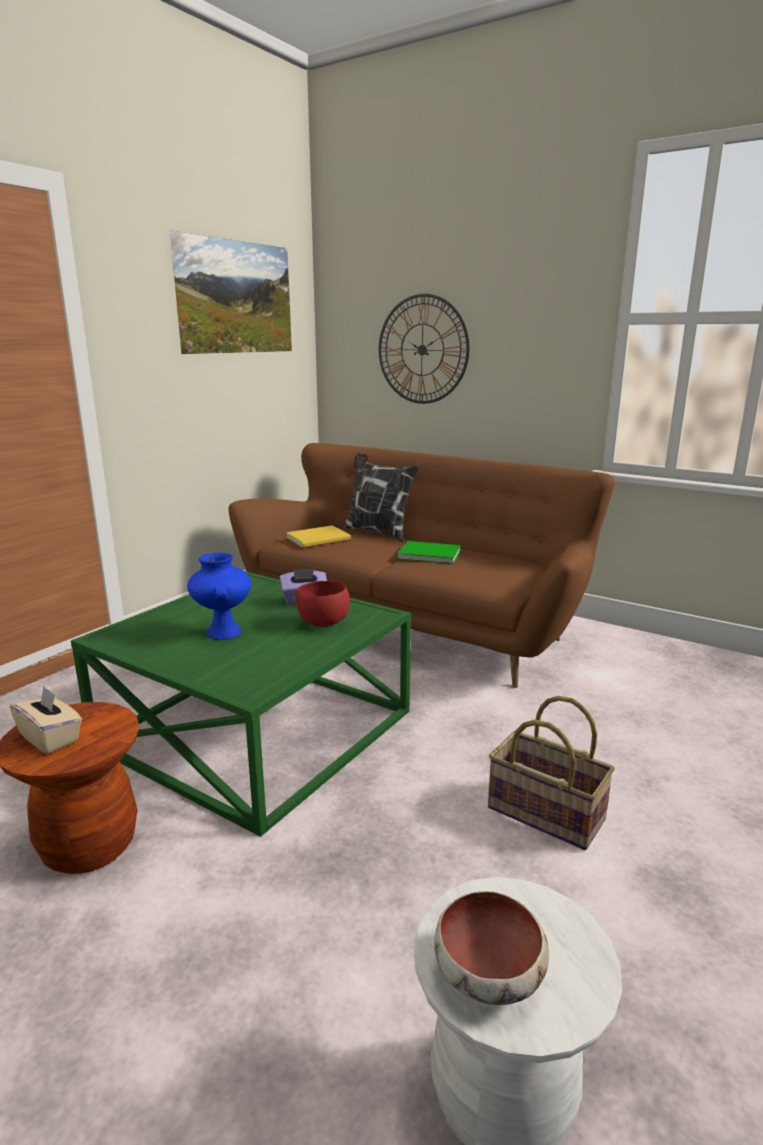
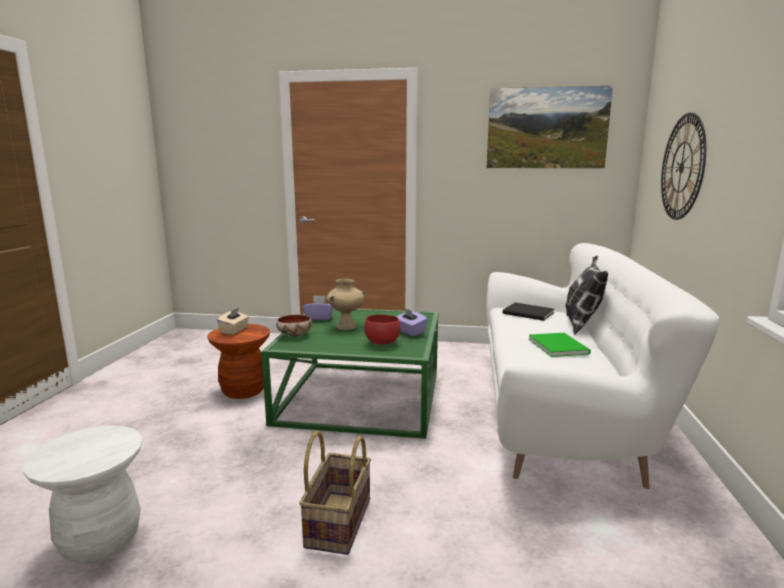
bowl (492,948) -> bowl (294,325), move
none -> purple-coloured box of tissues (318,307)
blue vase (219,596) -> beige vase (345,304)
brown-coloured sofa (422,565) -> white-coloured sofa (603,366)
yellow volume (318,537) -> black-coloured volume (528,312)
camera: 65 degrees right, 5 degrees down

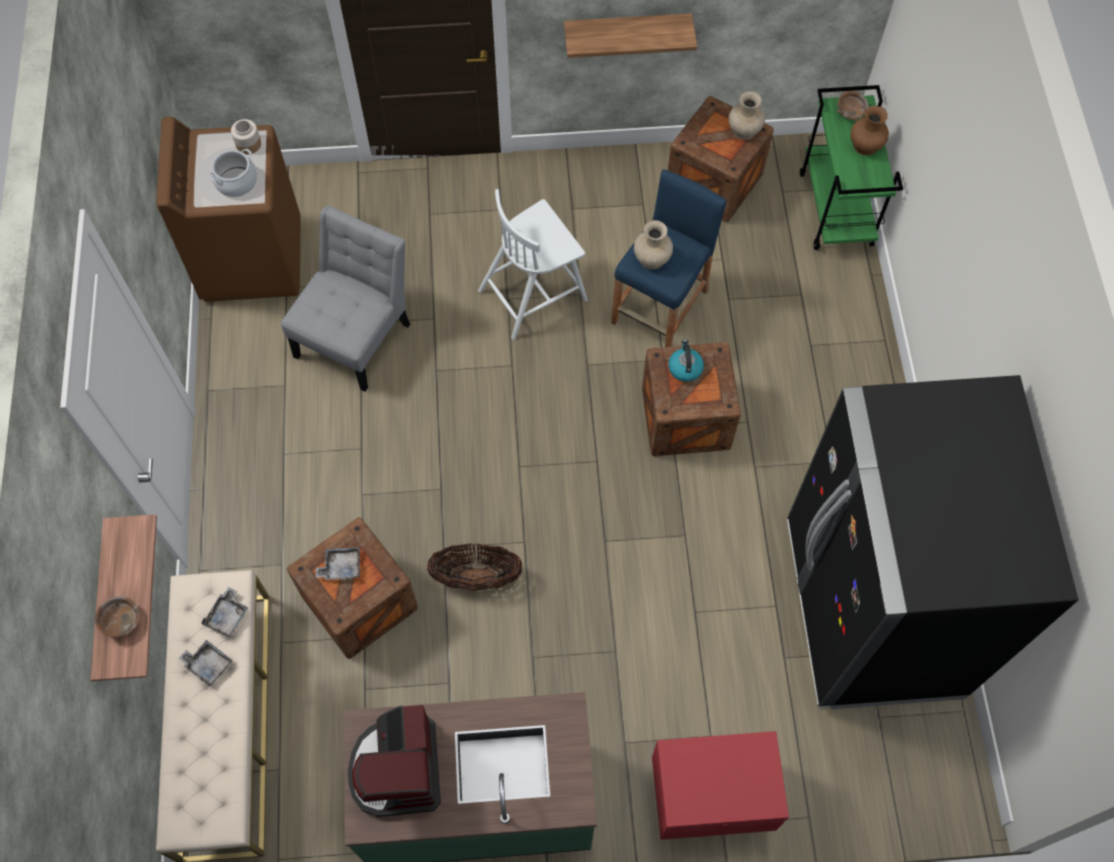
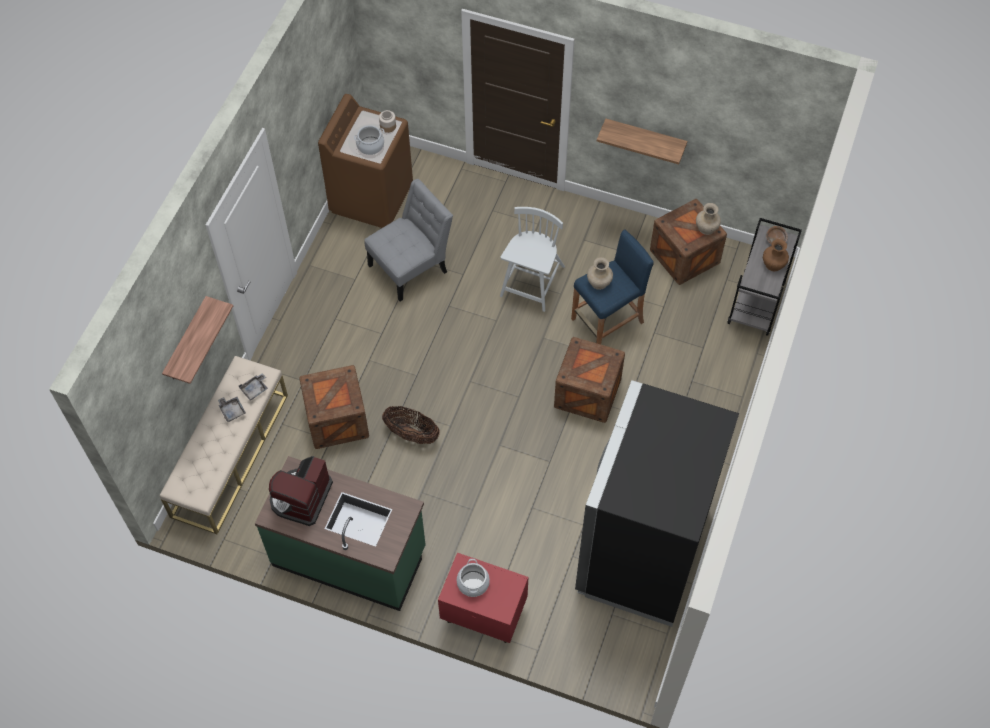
none -> saucepot (473,578)
white-coloured upright chair (532,264) -> white-coloured upright chair (532,259), 120 degrees clockwise
green cart (851,167) -> greyish cart (764,277)
brown-coloured bowl (117,617) -> none
greyish serving tray (338,563) -> none
tea kettle (686,360) -> none
camera: 25 degrees right, 5 degrees down

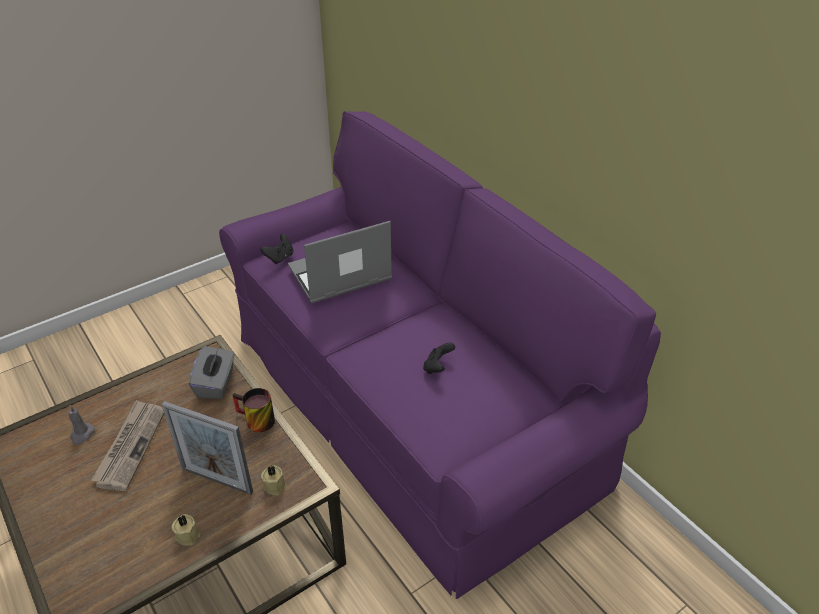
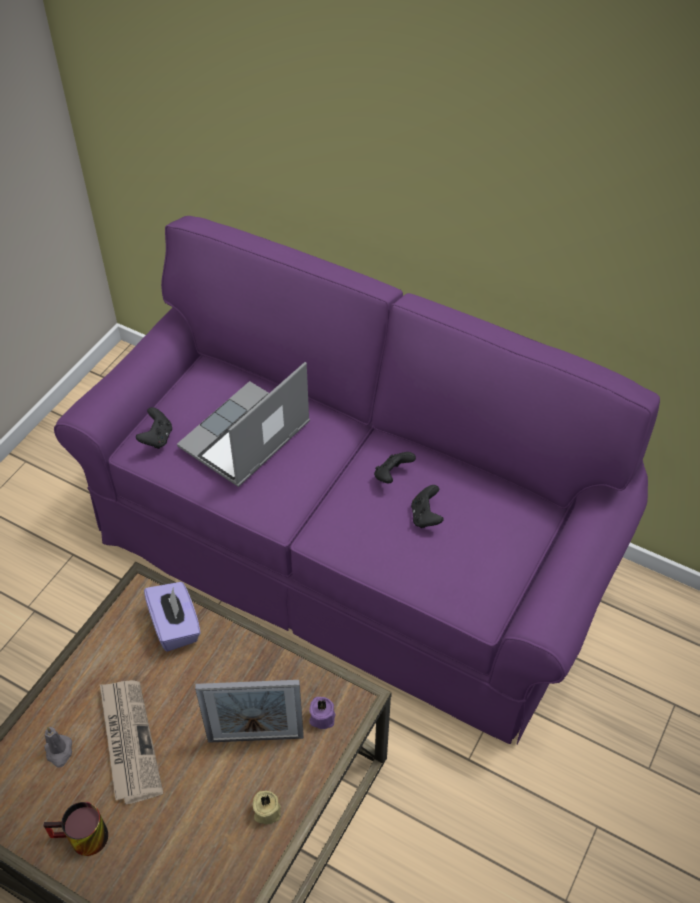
mug (254,410) -> mug (75,829), move
greyish box of tissues (212,372) -> purple-coloured box of tissues (172,616)
beige candle (274,480) -> purple-coloured candle (322,713)
none -> black-coloured gamepad (395,467)
camera: 25 degrees left, 10 degrees up

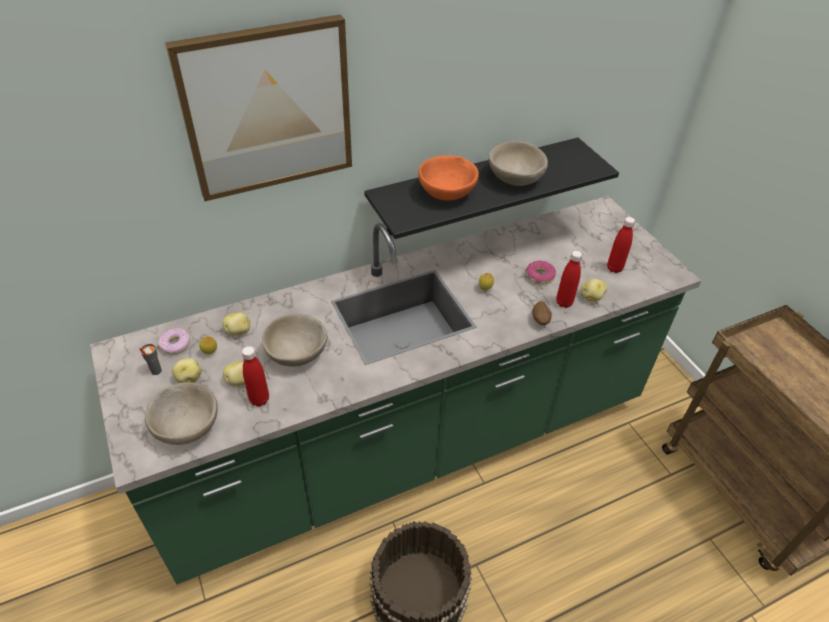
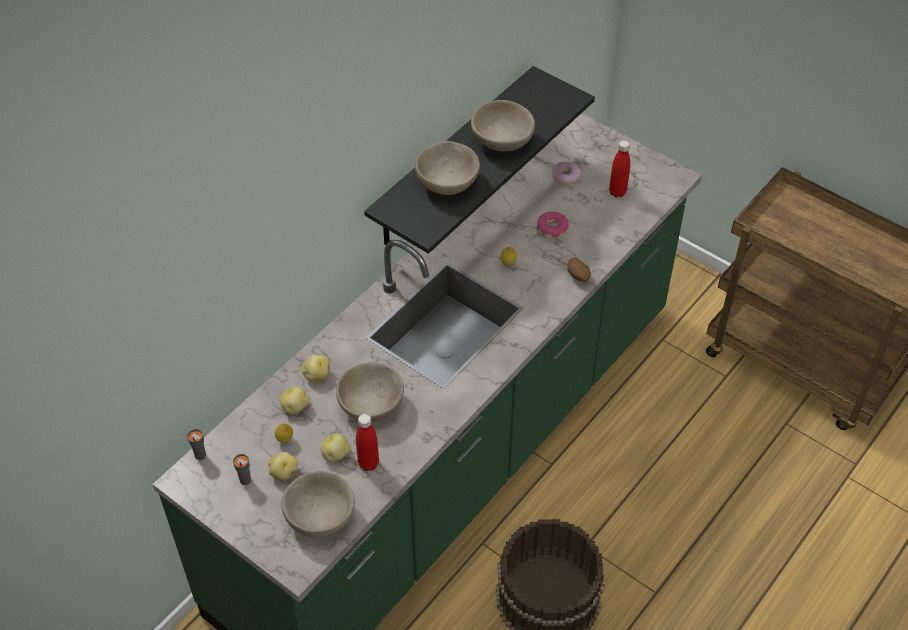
none -> greyish cup (196,444)
potato (594,289) -> potato (316,368), move
orange bowl (448,178) -> beige bowl (447,168)
doughnut (174,341) -> doughnut (566,173), move
wall art (258,107) -> none
red-coloured bottle (569,279) -> none
camera: 25 degrees left, 5 degrees up

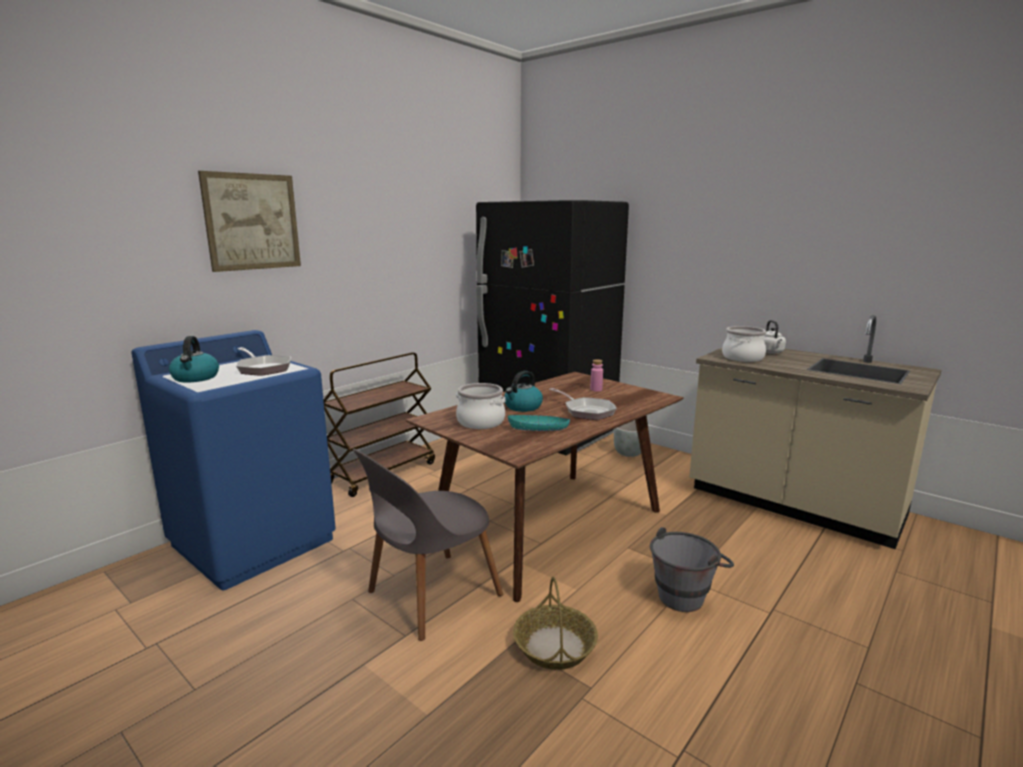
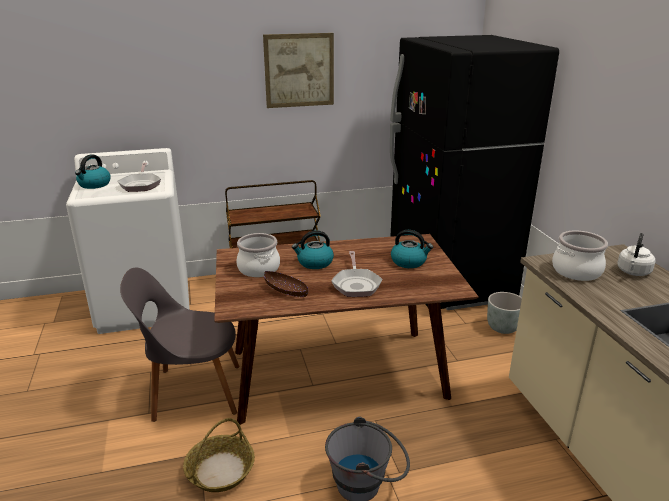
blue laundry appliance (233,460) -> white-coloured laundry appliance (128,241)
wall art (249,221) -> wall art (298,70), move
turquoise-coloured bowl (539,423) -> brown-coloured bowl (286,284)
pink-coloured bottle (597,375) -> tea kettle (412,249)
camera: 35 degrees right, 10 degrees up

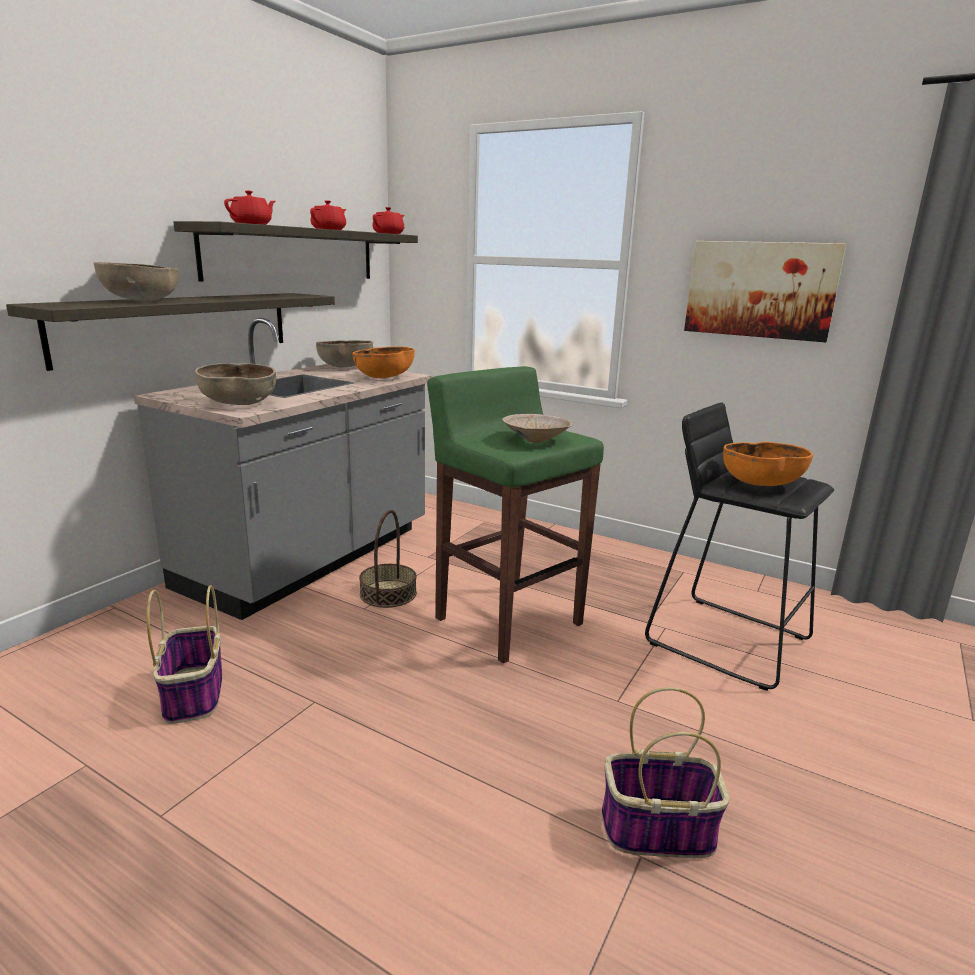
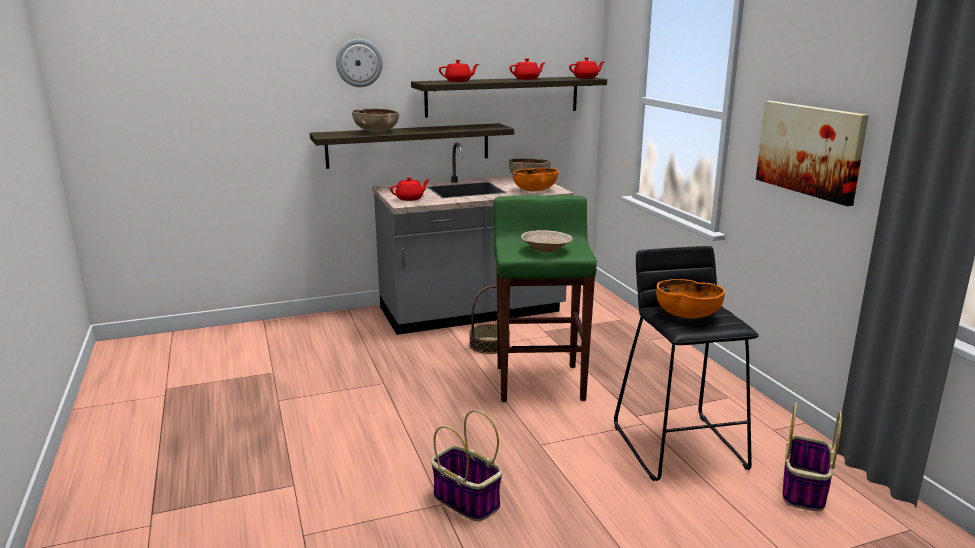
none -> hanging clock (359,63)
brown-coloured bowl (235,384) -> red-coloured pot for tea (410,189)
storage basket (184,654) -> storage basket (812,456), move
camera: 40 degrees right, 0 degrees up

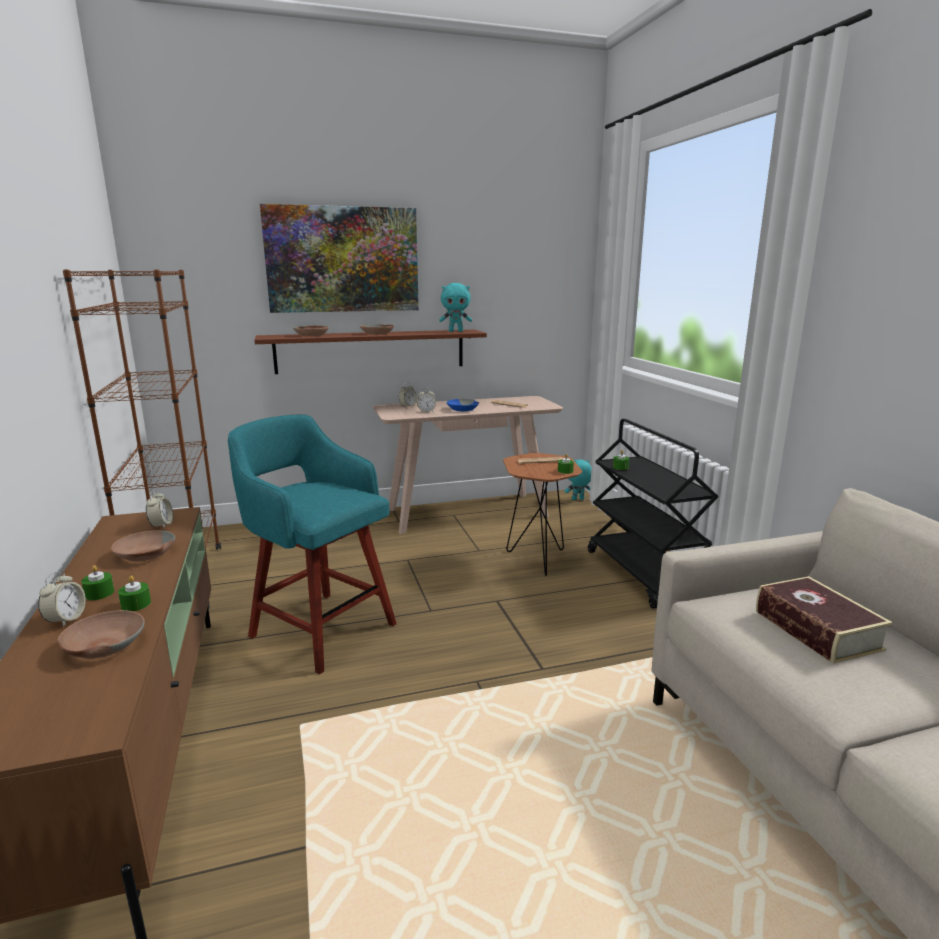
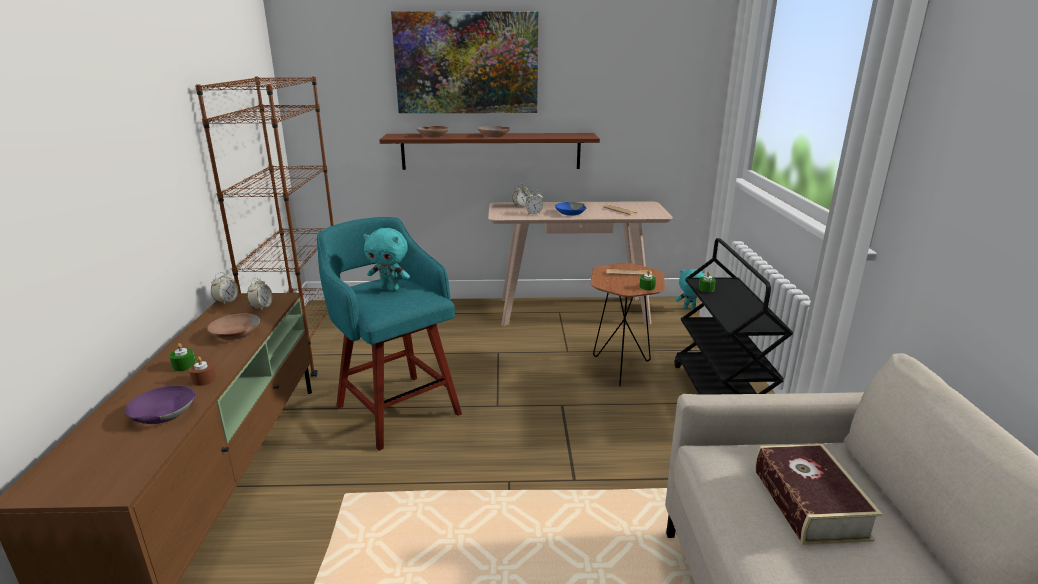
brown-coloured bowl (101,634) -> purple-coloured bowl (160,404)
green candle (134,593) -> brown-coloured candle (202,371)
bedside clock (62,599) -> bedside clock (225,288), move
turquoise-coloured plush toy (455,307) -> turquoise-coloured plush toy (386,259), move
camera: 15 degrees right, 5 degrees up

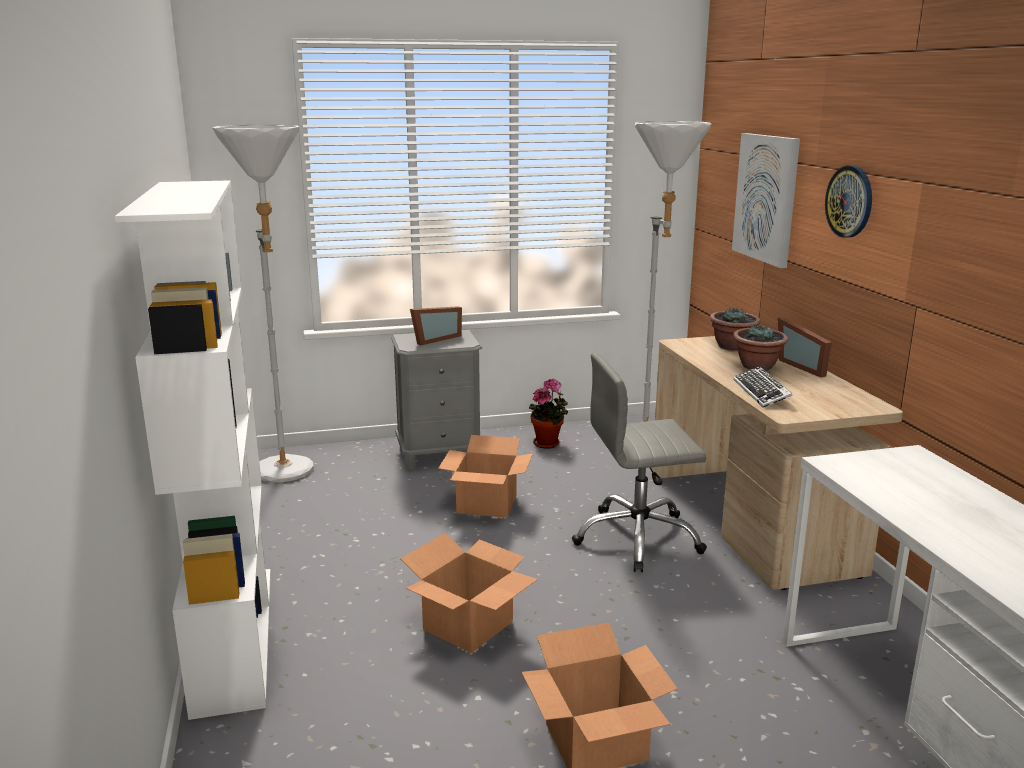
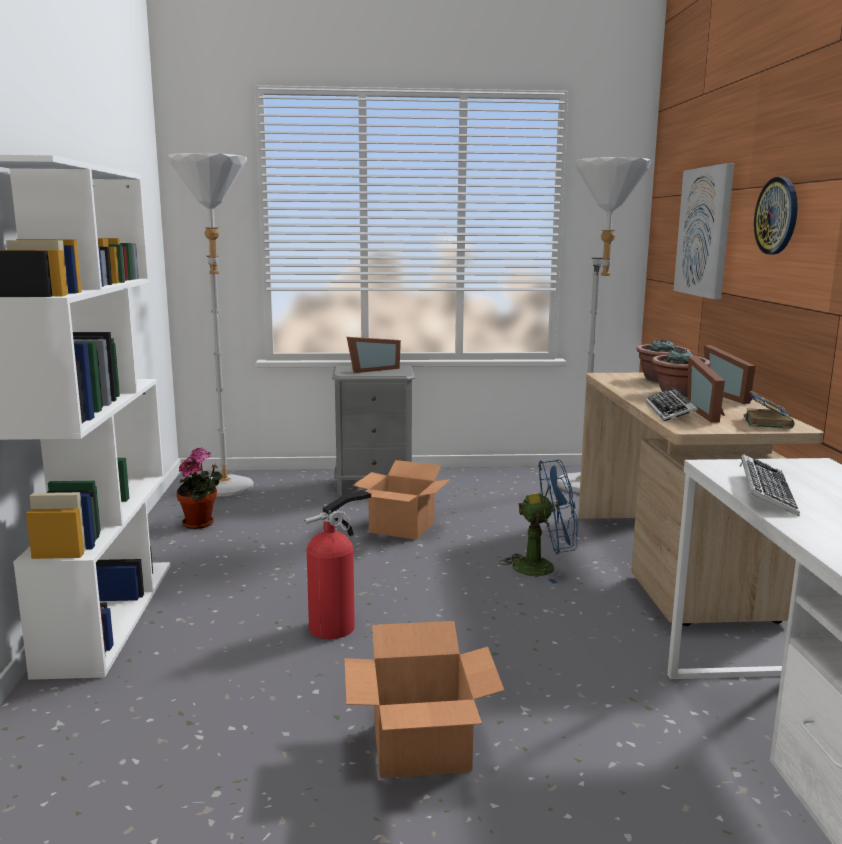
plant in a pot (548,413) -> plant in a pot (199,488), move
packing box (469,593) -> fire-fighting cylinder (337,564)
greyish desk chair (639,462) -> blue electric fan (538,522)
none -> standing frame (706,389)
none -> keyboard (770,485)
none -> volume (768,410)
camera: 10 degrees right, 5 degrees down

